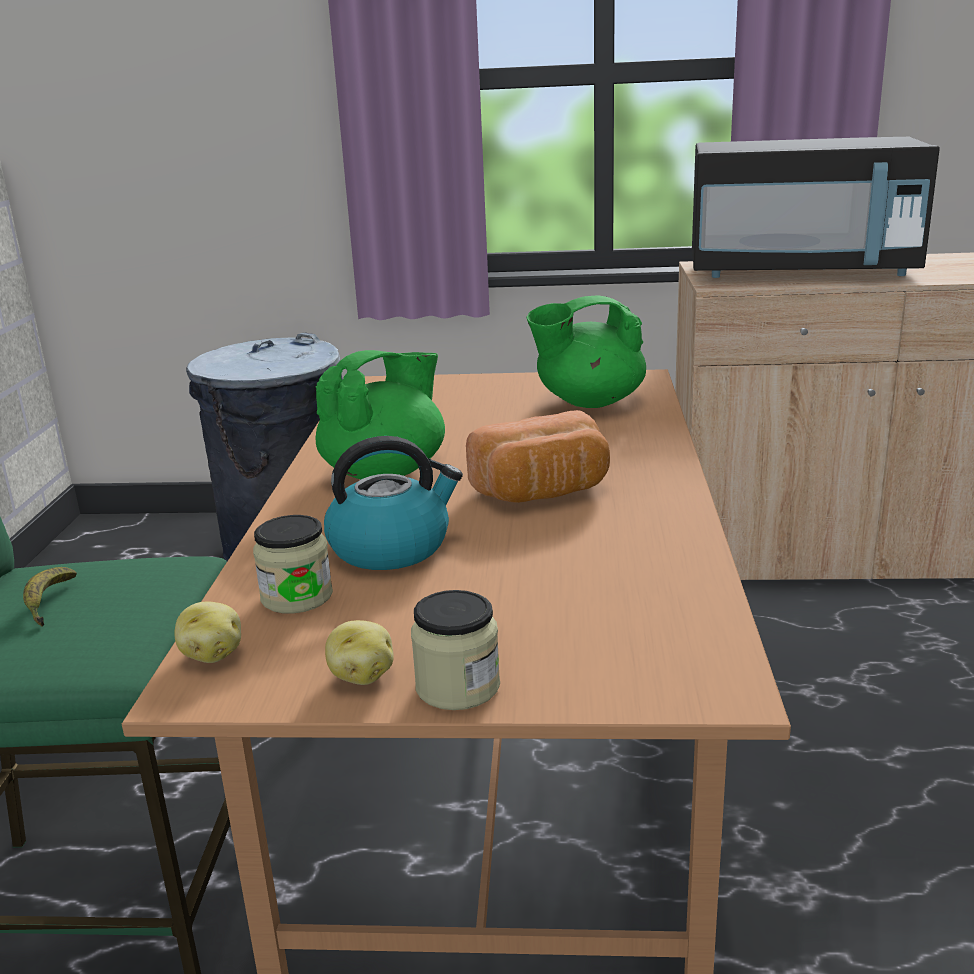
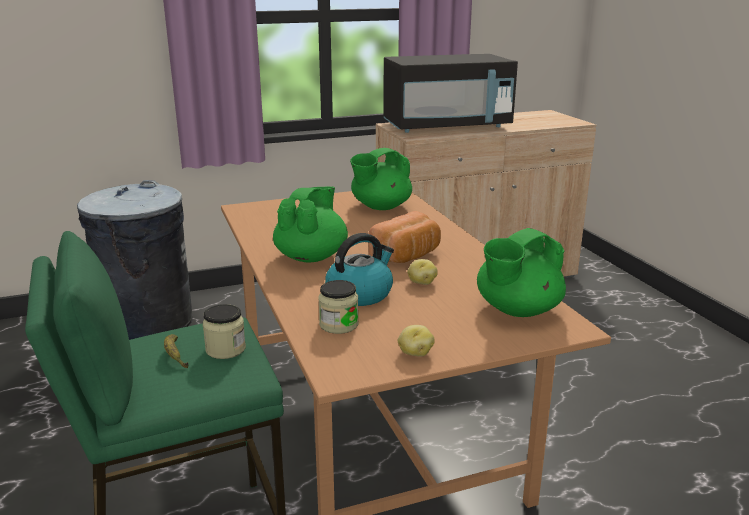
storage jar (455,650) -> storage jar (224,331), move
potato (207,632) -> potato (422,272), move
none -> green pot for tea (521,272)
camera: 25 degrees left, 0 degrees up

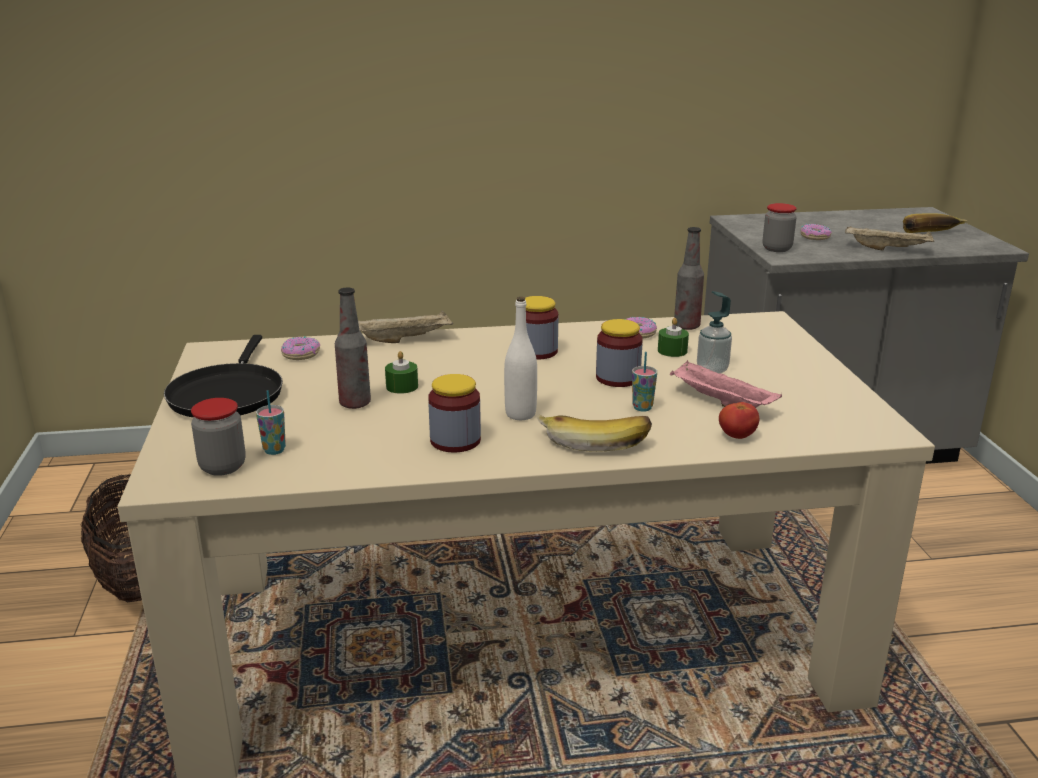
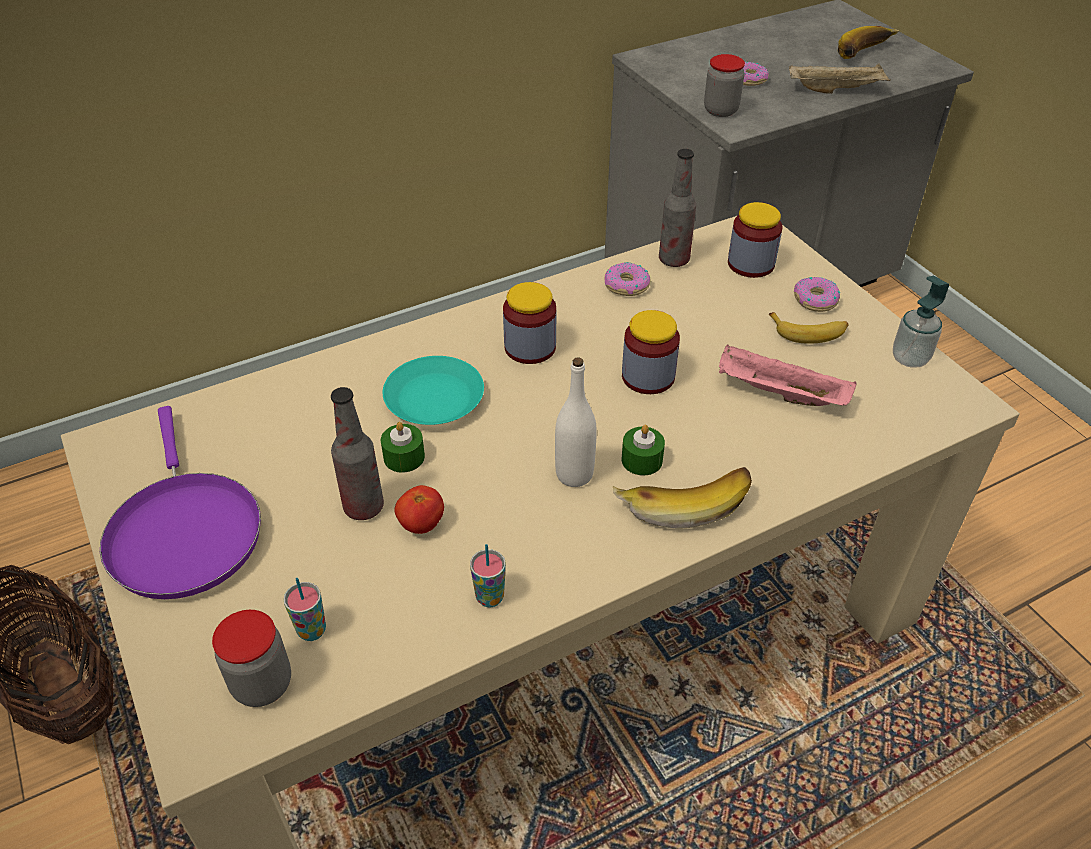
black-coloured frying pan (223,376) -> purple-coloured frying pan (180,502)
none -> turquoise-coloured plate (433,390)
fresh tomato (739,420) -> fresh tomato (419,509), move
cup (644,382) -> cup (488,575), move
green candle (673,337) -> green candle (643,450), move
storage jar (454,413) -> storage jar (755,240), move
none -> banana fruit (809,328)
doughnut (300,348) -> doughnut (817,294), move
soap dispenser (714,332) -> soap dispenser (921,322), move
beige serving tray (405,327) -> none
camera: 20 degrees left, 20 degrees up

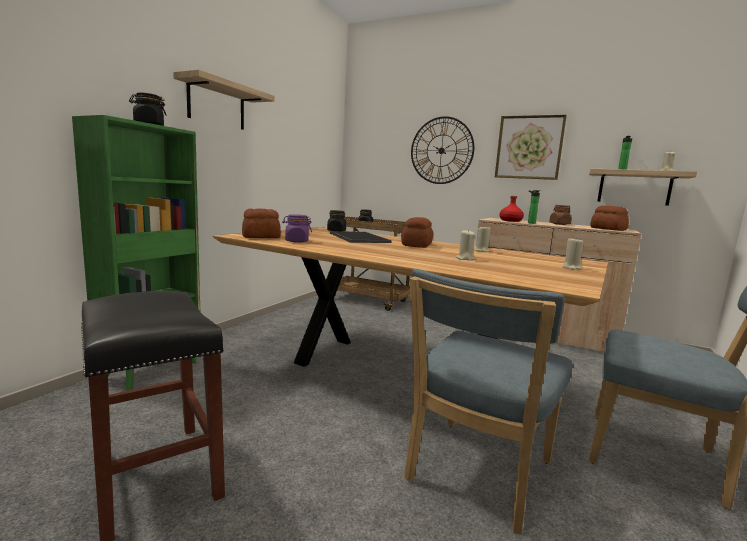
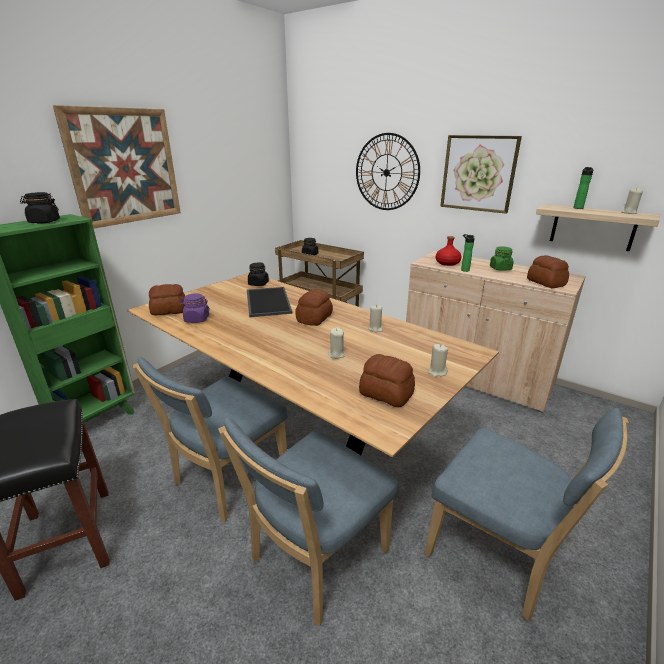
wall shelf (224,99) -> wall art (117,167)
none -> blue upright chair (210,439)
none -> baked bread (387,380)
brown-coloured storage jar (560,215) -> green storage jar (501,258)
camera: 10 degrees right, 15 degrees up

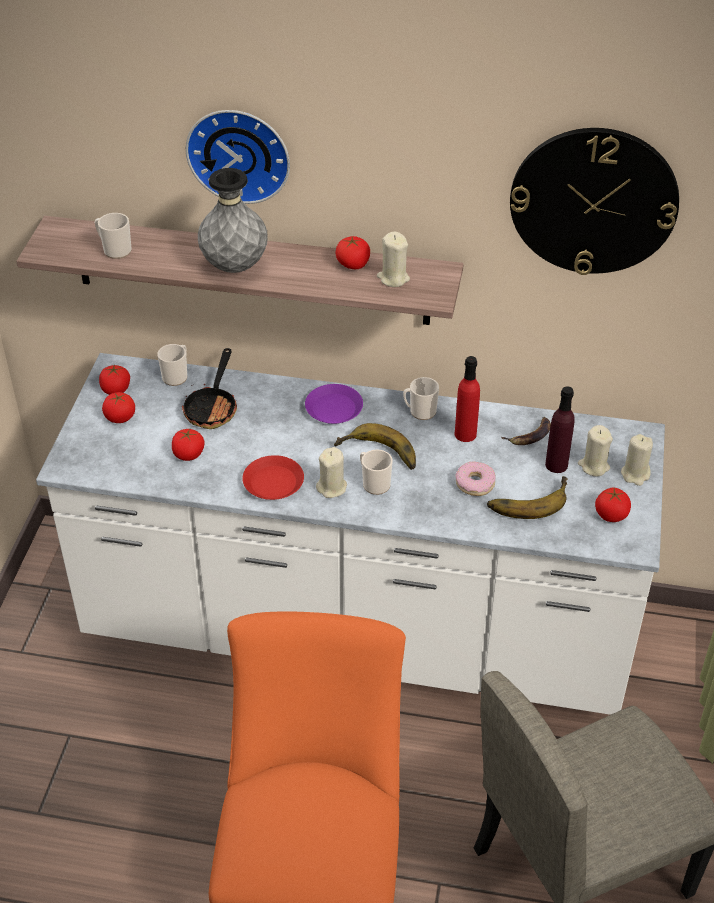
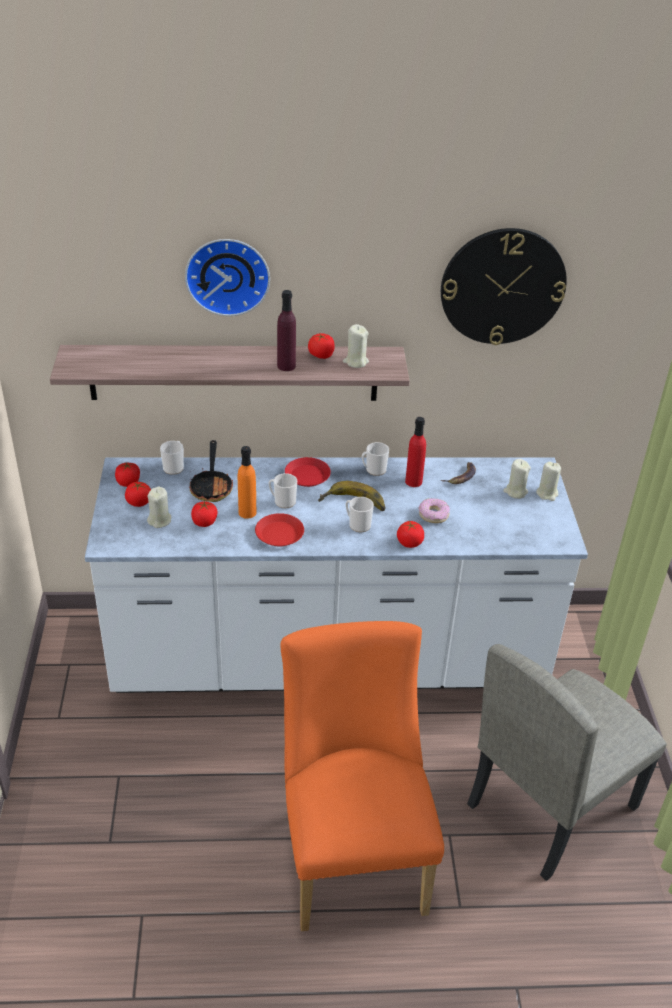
beige candle (331,472) -> beige candle (159,507), move
none -> orange bottle (247,482)
mug (113,236) -> mug (283,490), move
purple-coloured bottle (560,429) -> purple-coloured bottle (286,330), move
purple-coloured plate (334,404) -> red-coloured plate (308,472)
fresh tomato (613,505) -> fresh tomato (410,534), move
greyish vase (233,220) -> none
banana fruit (527,497) -> none
camera: 15 degrees left, 5 degrees down

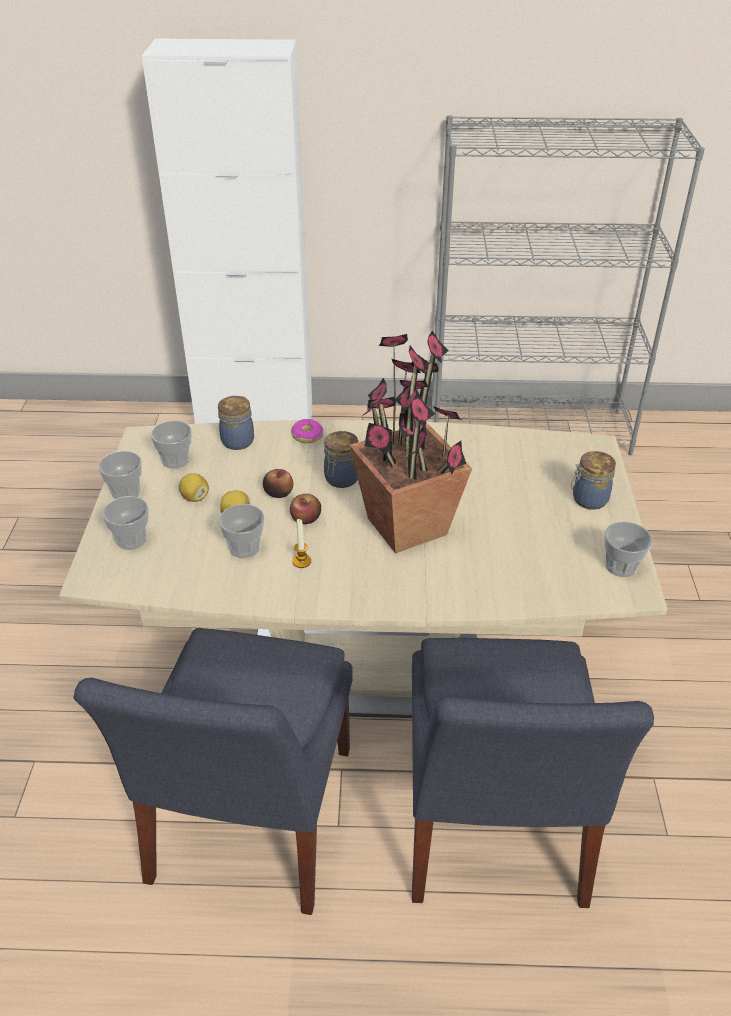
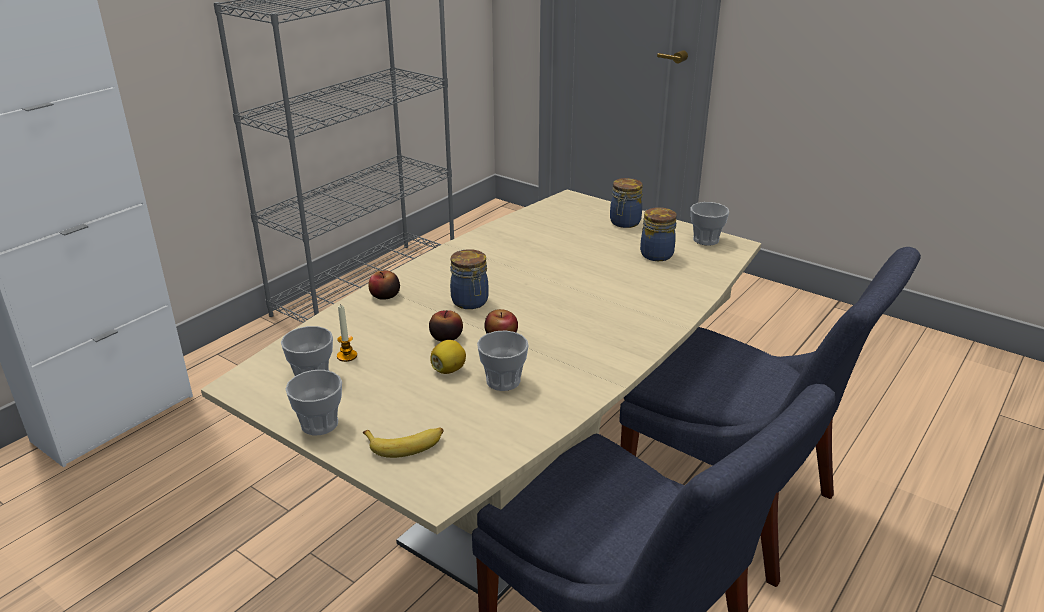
candle (301,543) -> candle (347,333), move
cup (125,523) -> banana fruit (403,442)
doughnut (307,431) -> whole apple (384,285)
storage jar (236,423) -> storage jar (658,234), move
lemon (194,487) -> none
plant in a pot (410,441) -> none
camera: 55 degrees left, 10 degrees down

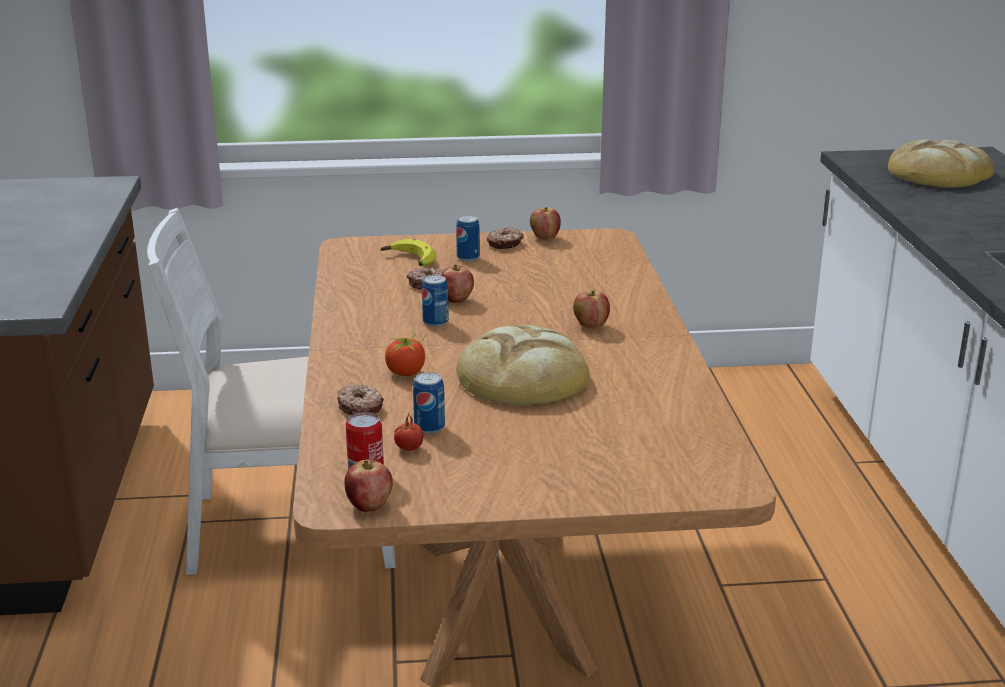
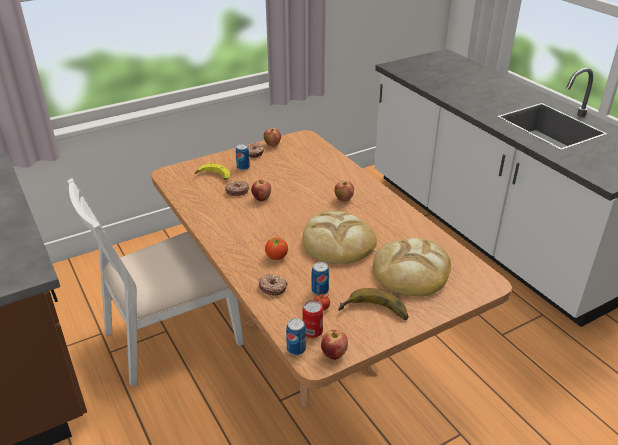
sealed can (435,301) -> sealed can (296,336), move
none -> banana fruit (373,304)
baked bread (941,163) -> baked bread (412,267), move
camera: 25 degrees left, 10 degrees up

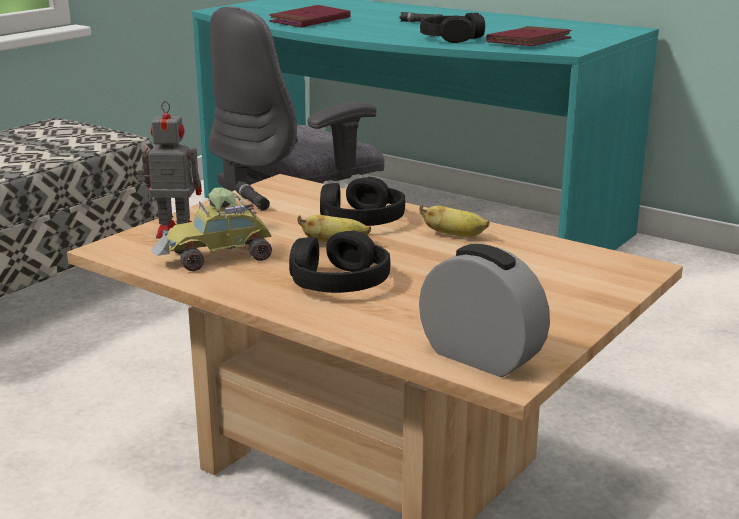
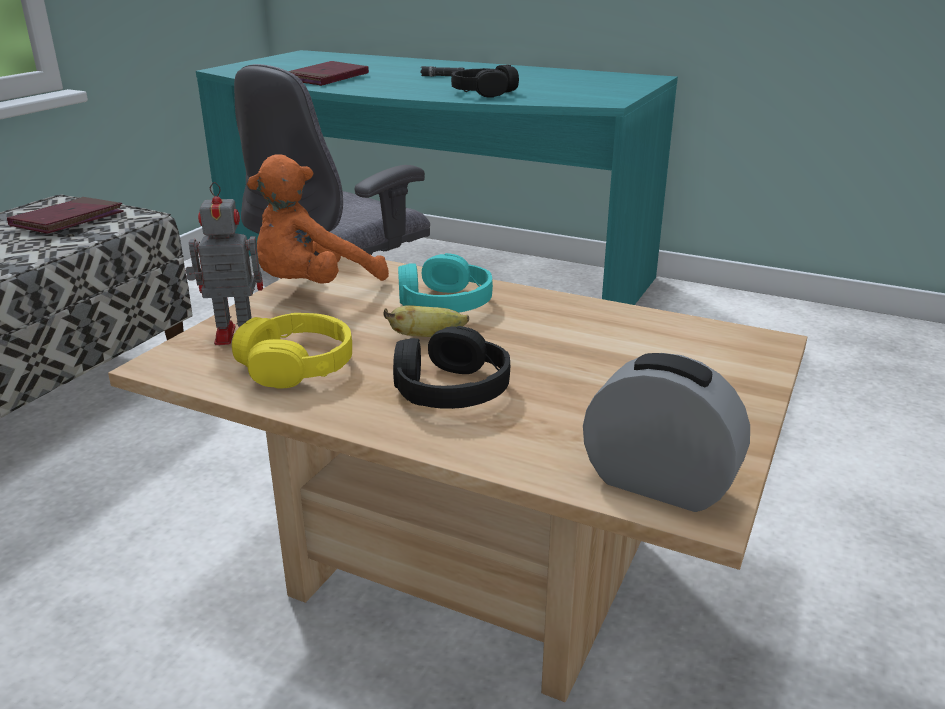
red-coloured volume (529,36) -> red-coloured volume (65,215), move
model car (211,229) -> yellow pair of headphones (292,350)
black-coloured torch (252,196) -> orange plush toy (318,219)
black-coloured pair of headphones (362,201) -> turquoise-coloured pair of headphones (445,283)
banana fruit (454,221) -> none
camera: 10 degrees left, 5 degrees up

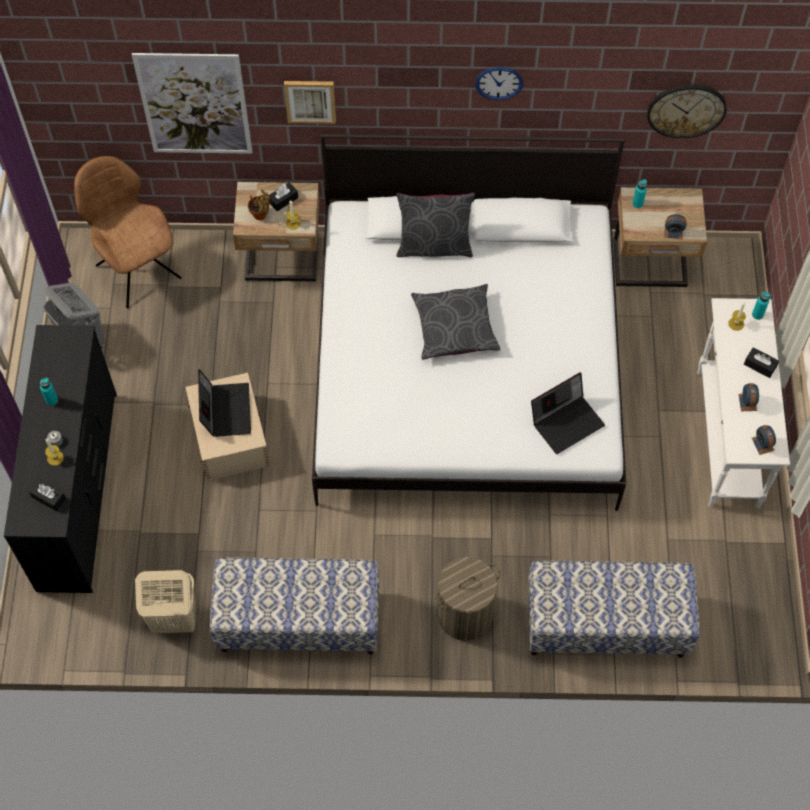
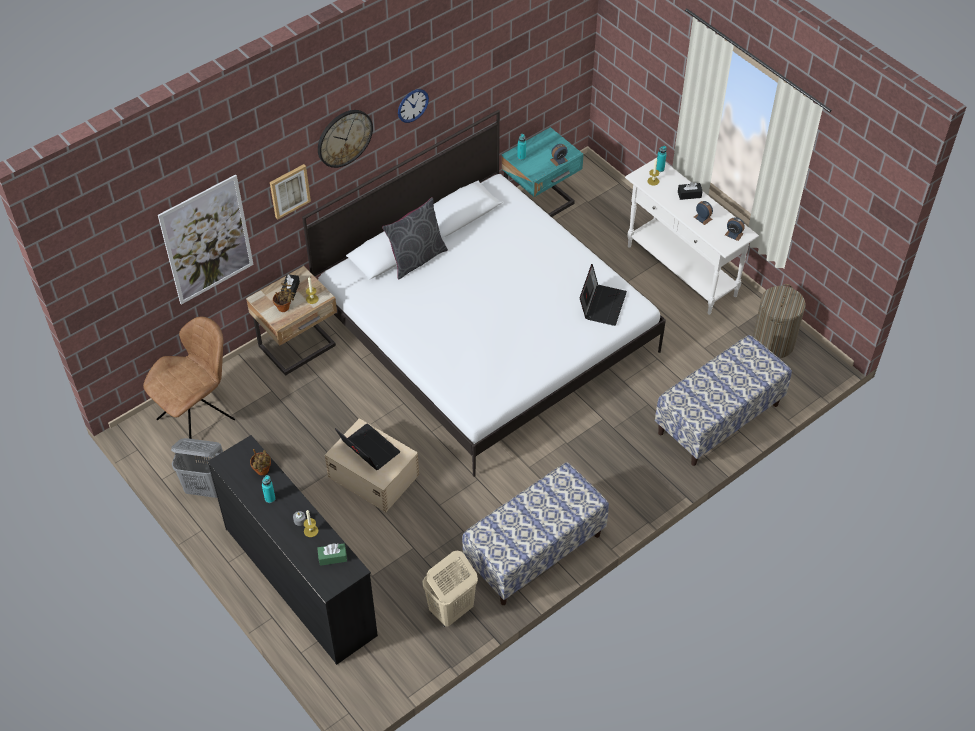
brown-coloured upright chair (127,232) -> brown-coloured upright chair (189,377), 120 degrees clockwise
none -> plant in a pot (260,462)
hanging clock (687,111) -> hanging clock (345,139), move
black-coloured box of tissues (47,495) -> green box of tissues (332,554)
beige night table (660,237) -> turquoise-coloured night table (543,172)
washing basket (467,599) -> washing basket (779,321), move
greyish pillow (455,322) -> none
camera: 40 degrees left, 10 degrees down

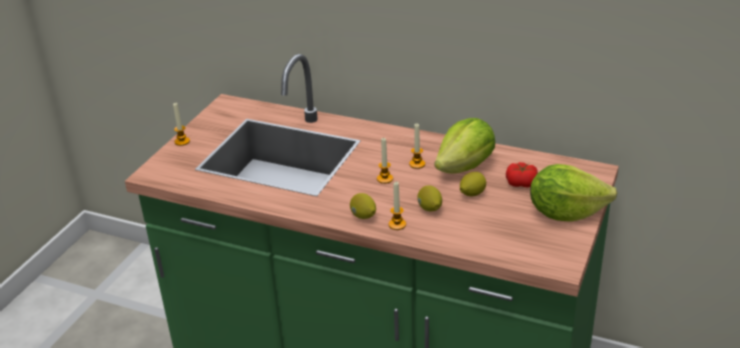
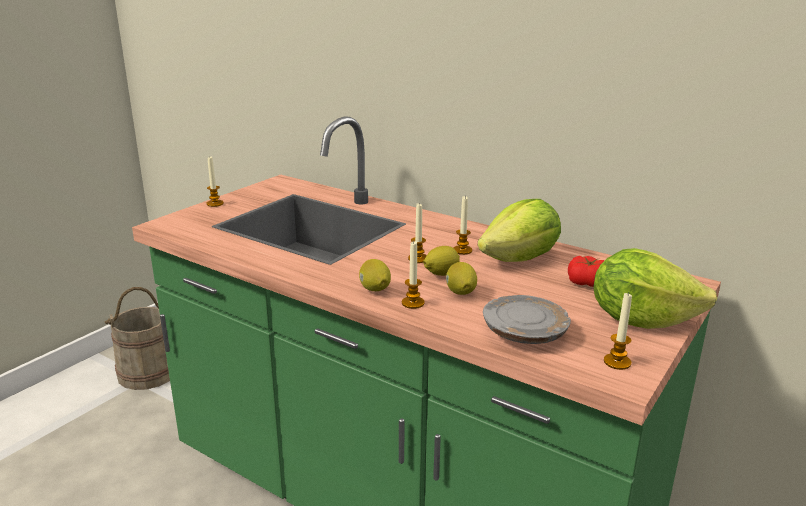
none -> beige pail (137,338)
lemon (473,184) -> lemon (441,261), move
none -> greyish plate (527,319)
none -> candle (618,331)
camera: 10 degrees right, 10 degrees down

